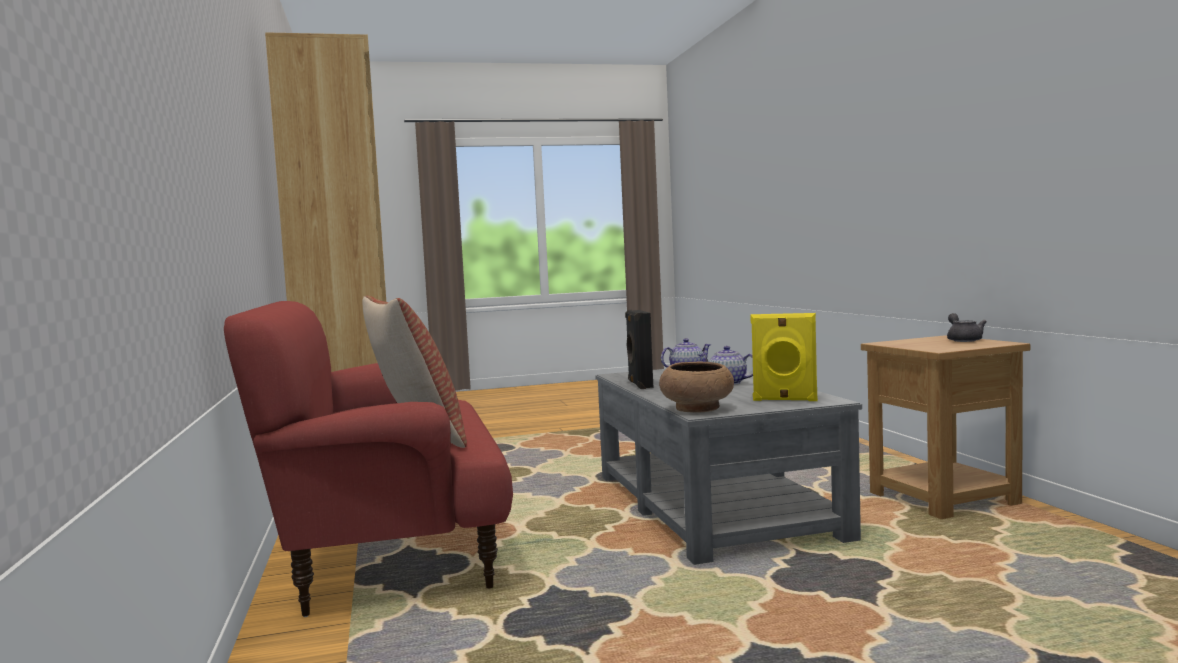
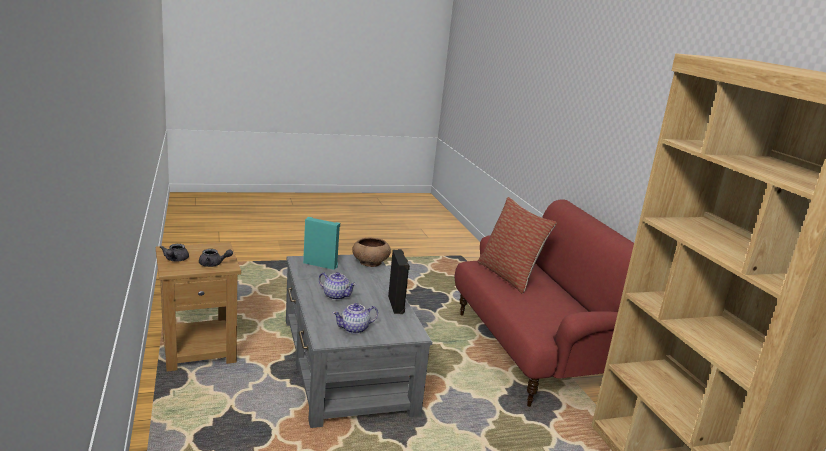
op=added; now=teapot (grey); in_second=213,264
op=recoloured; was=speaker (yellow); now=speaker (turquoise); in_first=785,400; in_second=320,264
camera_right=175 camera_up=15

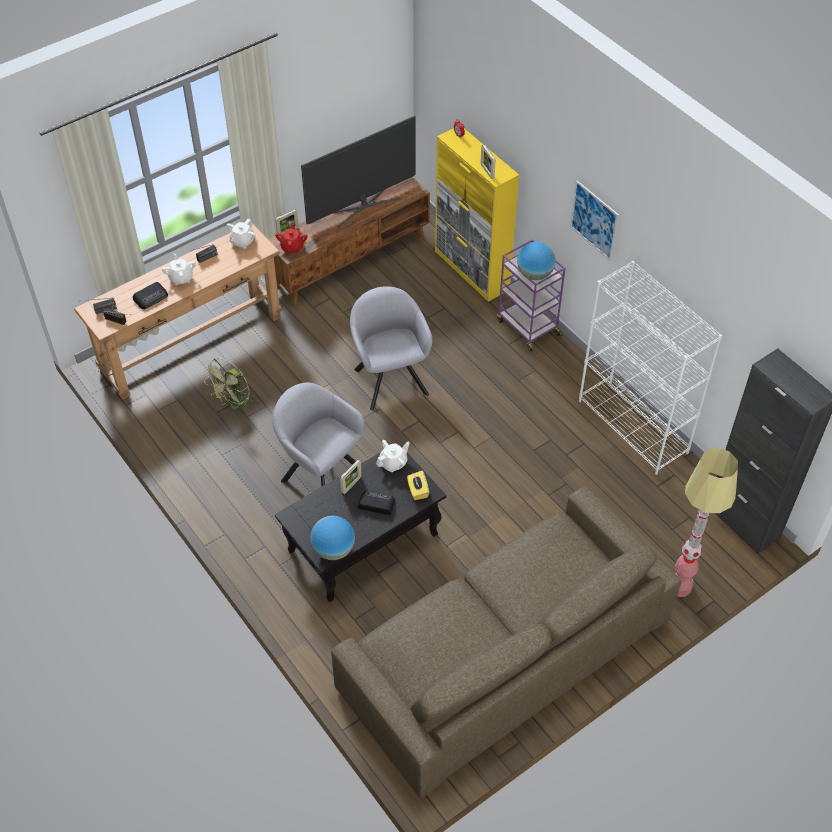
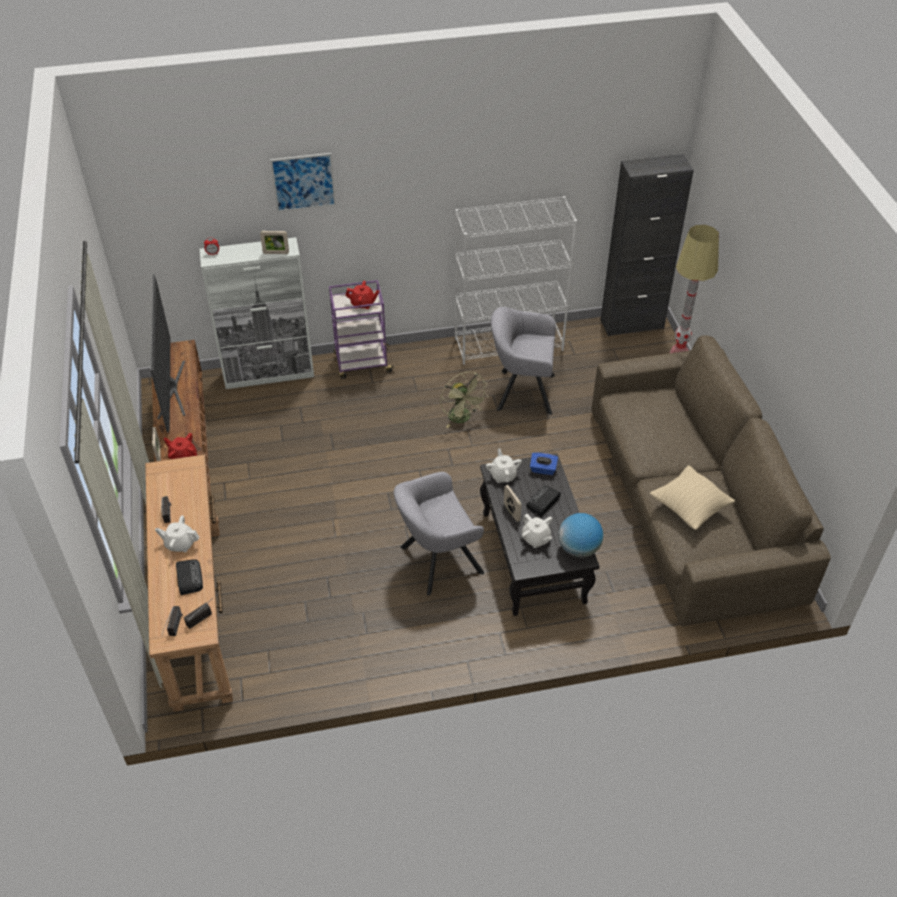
op=recoloured; was=cabinet (yellow); now=cabinet (white); in_first=472,270; in_second=269,373
op=moved; was=picture; in_first=594,220; in_second=303,182
op=replaced; was=globe; now=teapot (red); in_first=534,274; in_second=363,304
op=moved; was=fan (green); in_first=234,404; in_second=463,418
op=moved; was=armchair (grey); in_first=390,378; in_second=521,391
op=moved; was=teapot (white); in_first=242,242; in_second=536,539
op=recoloured; was=tissue box (yellow); now=tissue box (blue); in_first=417,491; in_second=543,469
op=added; now=pillow (beige); in_second=689,508
camera_right=-65 camera_up=-5

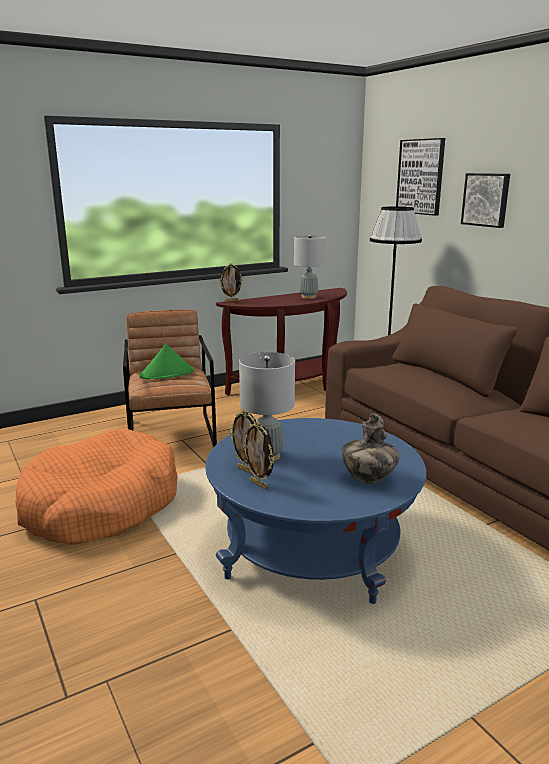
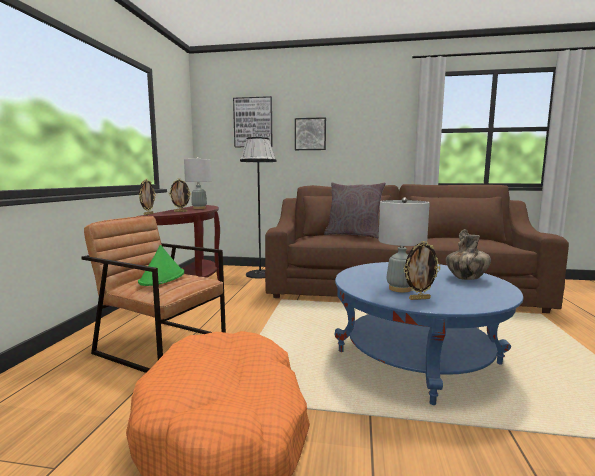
op=moved; was=picture frame; in_first=259,485; in_second=181,211
op=added; now=pillow (grey); in_second=353,235
camera_right=-50 camera_up=-10

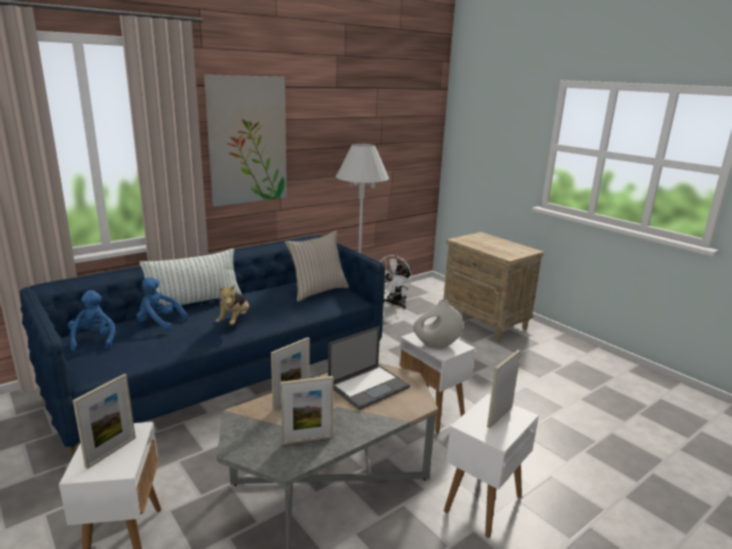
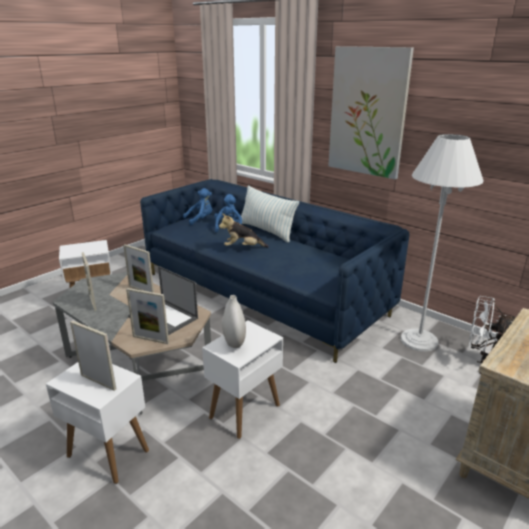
op=moved; was=picture frame; in_first=111,452; in_second=150,339
op=removed; was=pillow (beige); in_first=317,291
camera_right=80 camera_up=5

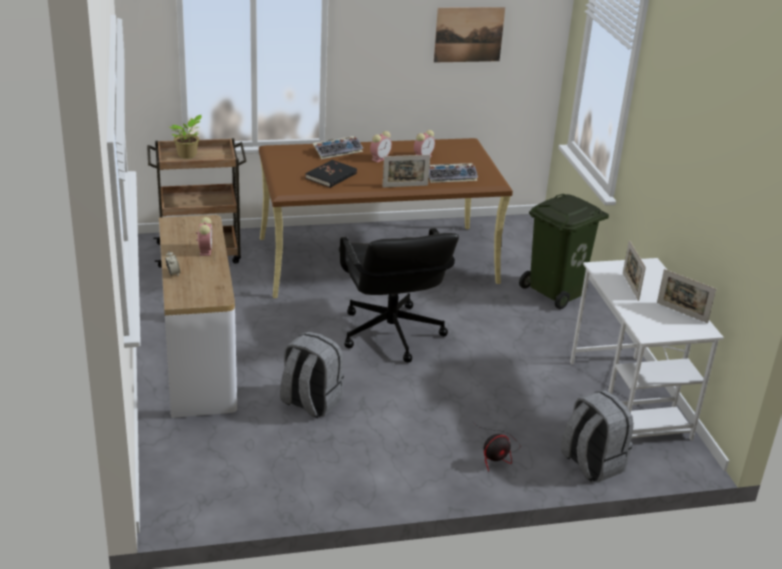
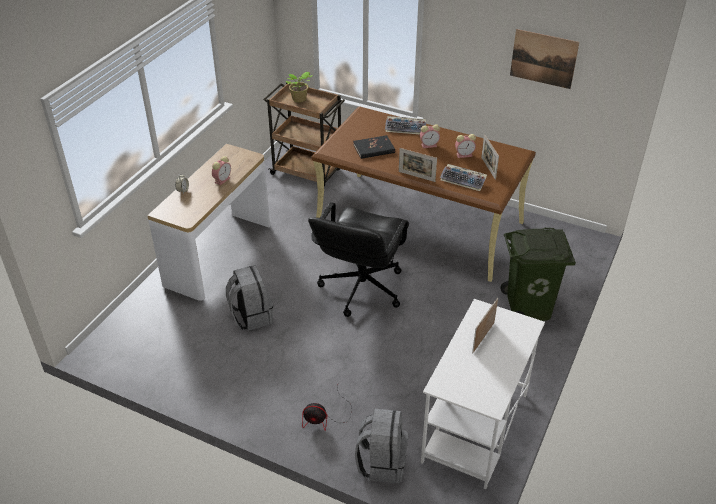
op=moved; was=picture frame; in_first=682,312; in_second=488,168
camera_right=40 camera_up=10

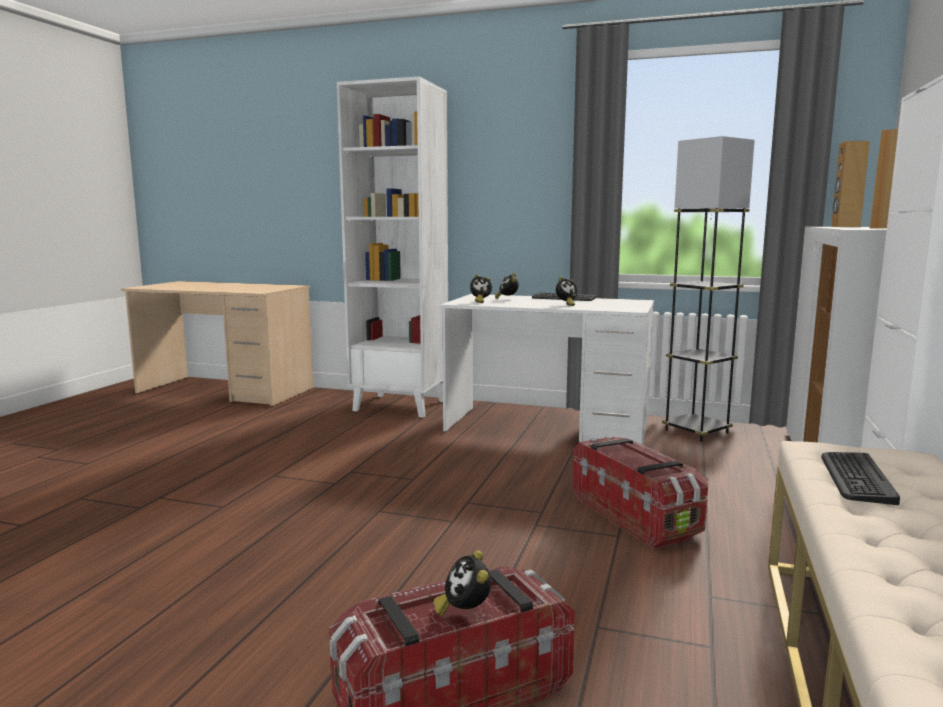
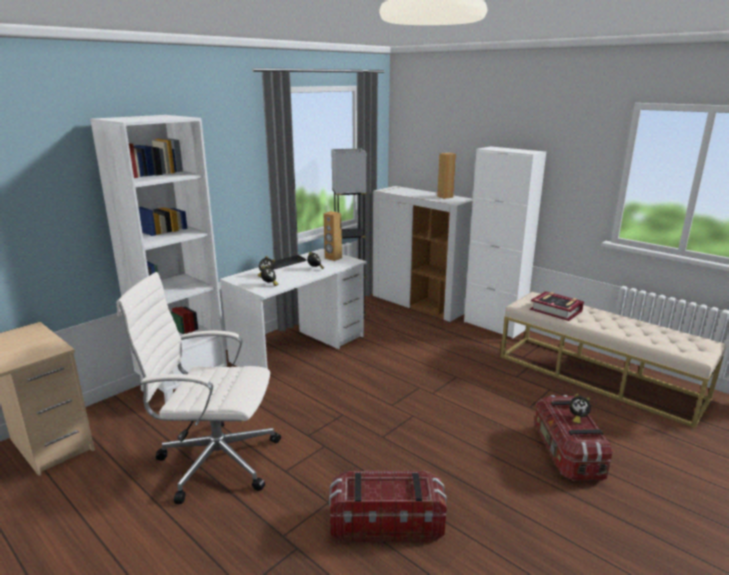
op=added; now=office chair (white); in_second=215,460
op=moved; was=speaker (brown); in_first=845,227; in_second=333,258
op=moved; was=storage box; in_first=636,516; in_second=386,523
op=replaced; was=keyboard; now=book; in_first=856,478; in_second=556,310
camera_right=-65 camera_up=10

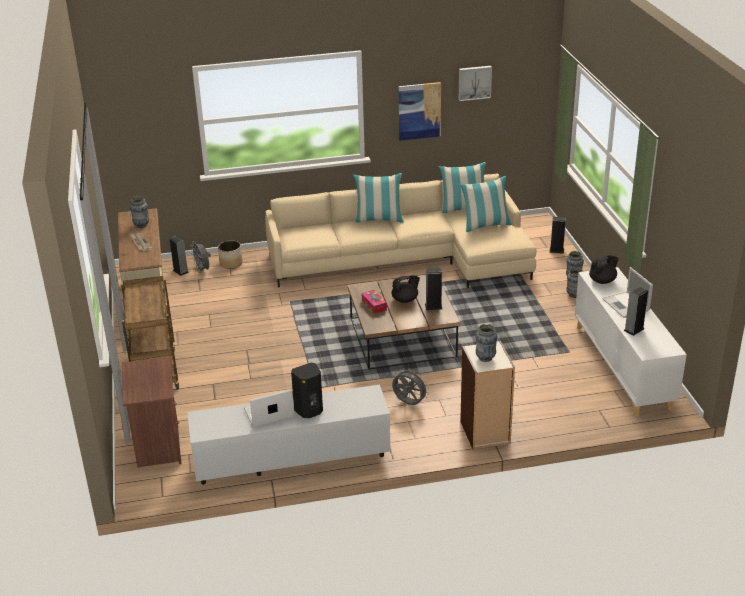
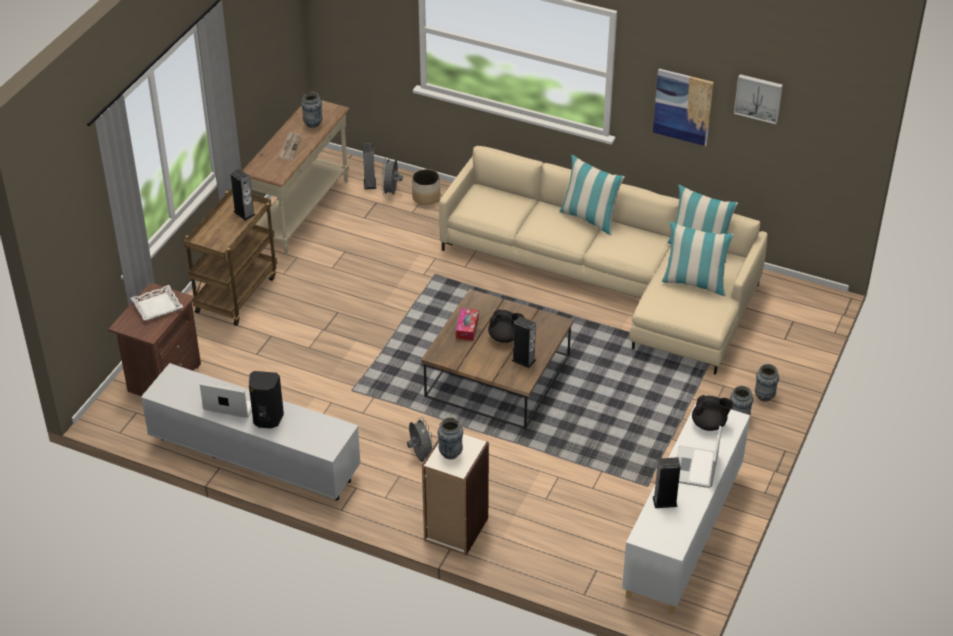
op=added; now=tray (white); in_second=157,306
op=moved; was=speaker; in_first=556,250; in_second=244,213
camera_right=35 camera_up=10

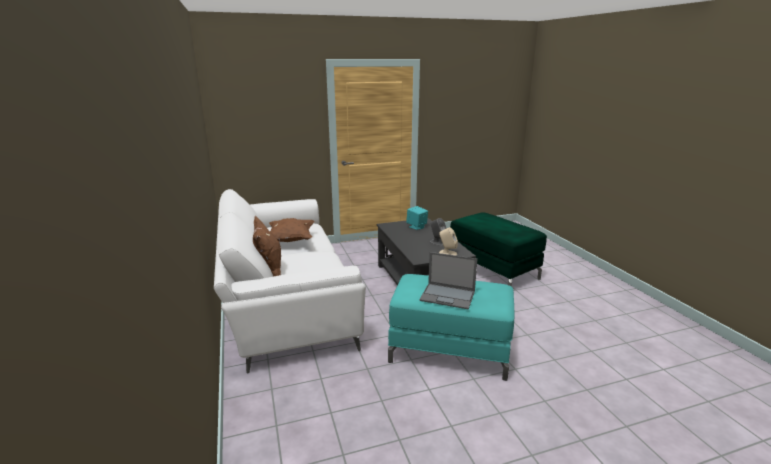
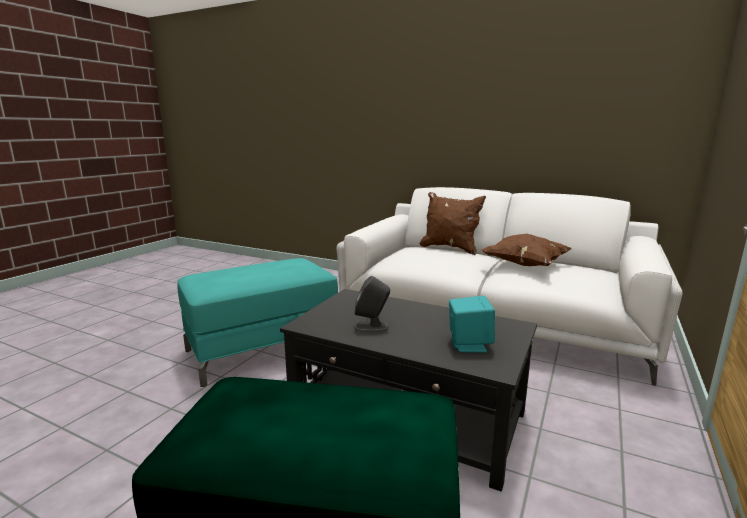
op=removed; was=laptop; in_first=448,296
op=removed; was=speaker (beige); in_first=447,253
camera_right=135 camera_up=-5

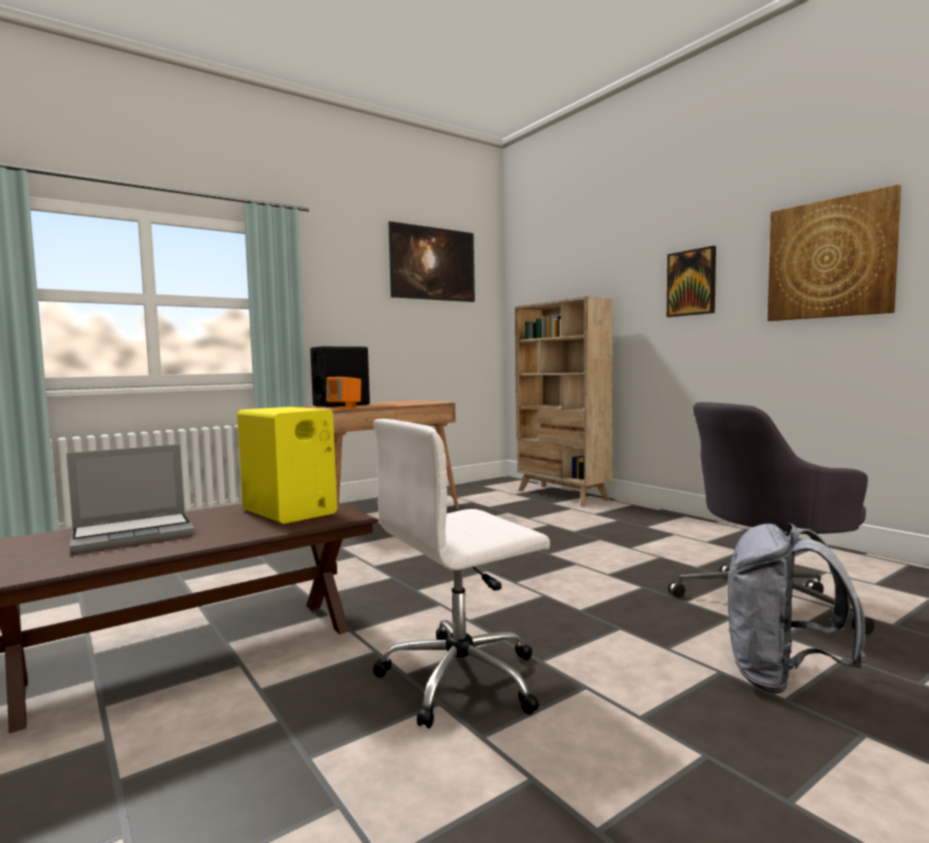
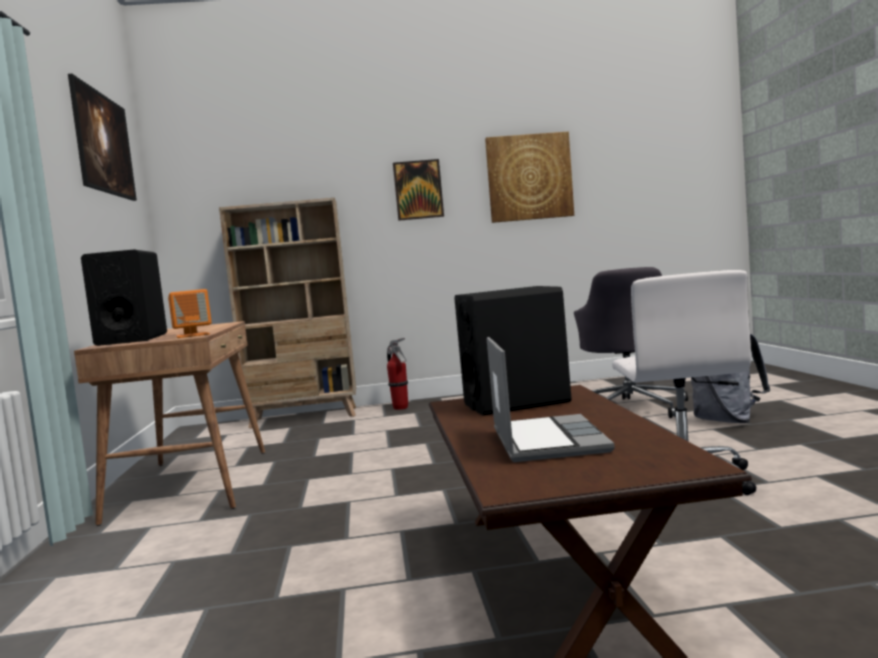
op=added; now=fire extinguisher; in_second=401,408
op=recoloured; was=speaker (yellow); now=speaker (black); in_first=289,511; in_second=517,403
camera_right=-60 camera_up=0

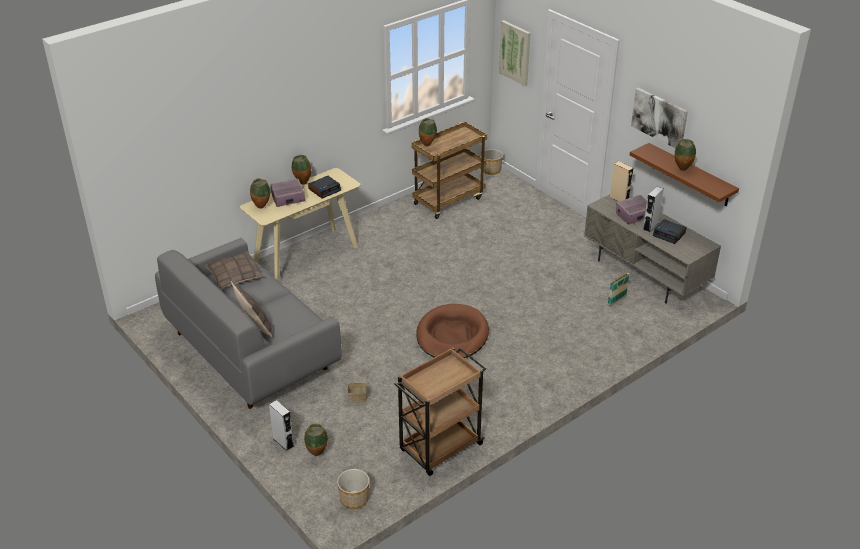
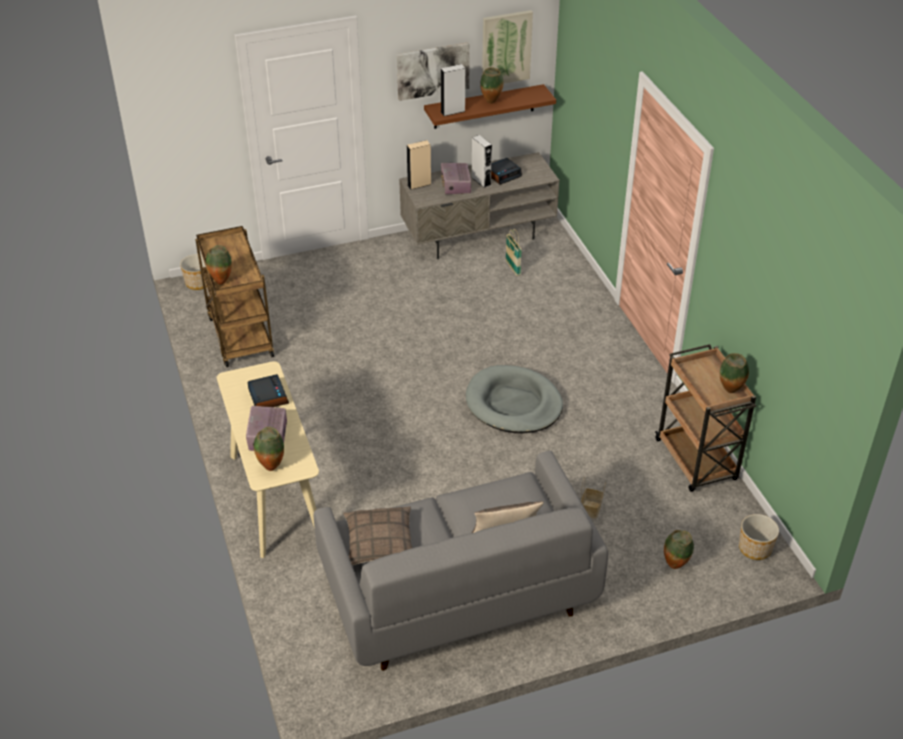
op=moved; was=speaker (grey); in_first=283,442; in_second=453,111
op=recoloured; was=dog bed (brown); now=dog bed (grey); in_first=452,335; in_second=513,403
op=moved; was=picture; in_first=515,52; in_second=506,48
op=moved; was=vase; in_first=302,183; in_second=730,392
camera_right=-70 camera_up=5

